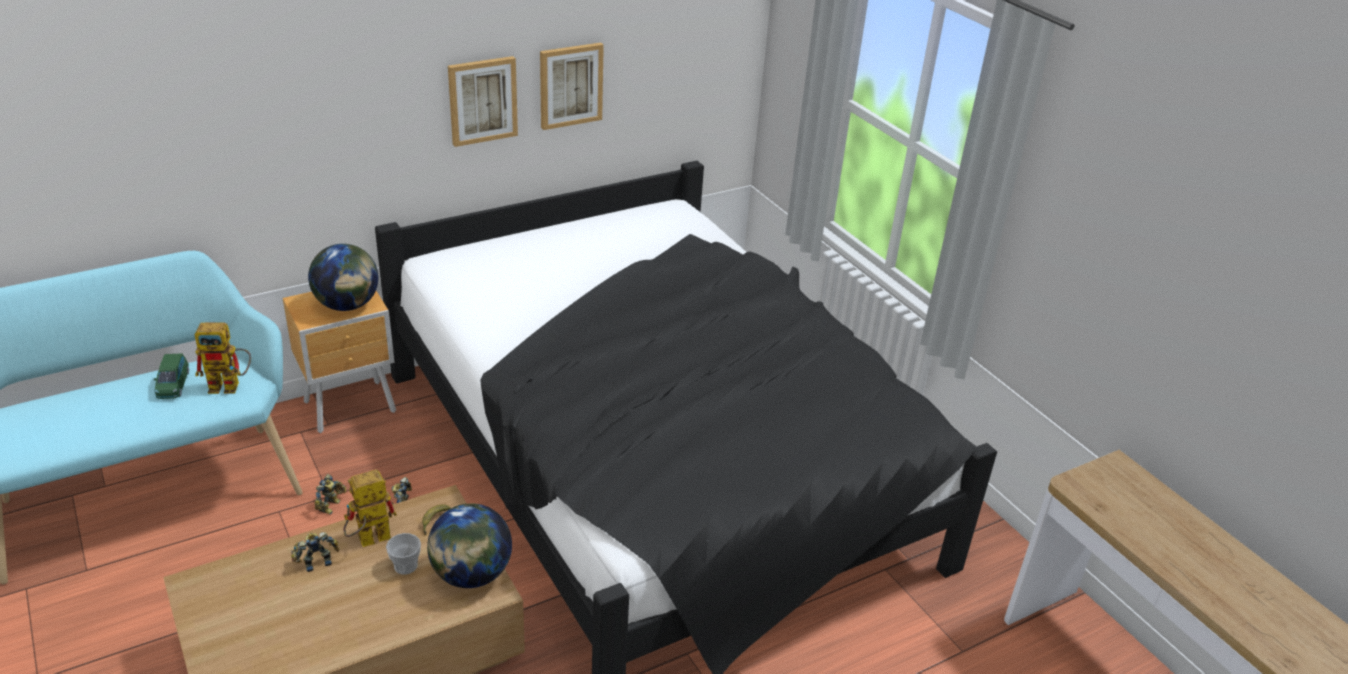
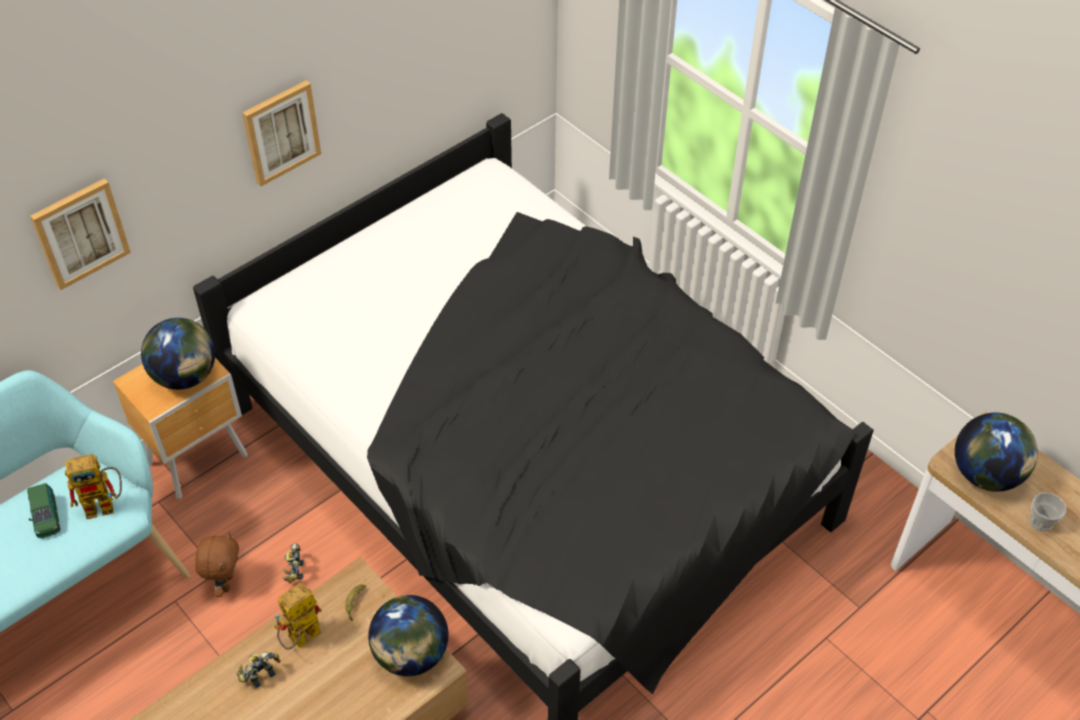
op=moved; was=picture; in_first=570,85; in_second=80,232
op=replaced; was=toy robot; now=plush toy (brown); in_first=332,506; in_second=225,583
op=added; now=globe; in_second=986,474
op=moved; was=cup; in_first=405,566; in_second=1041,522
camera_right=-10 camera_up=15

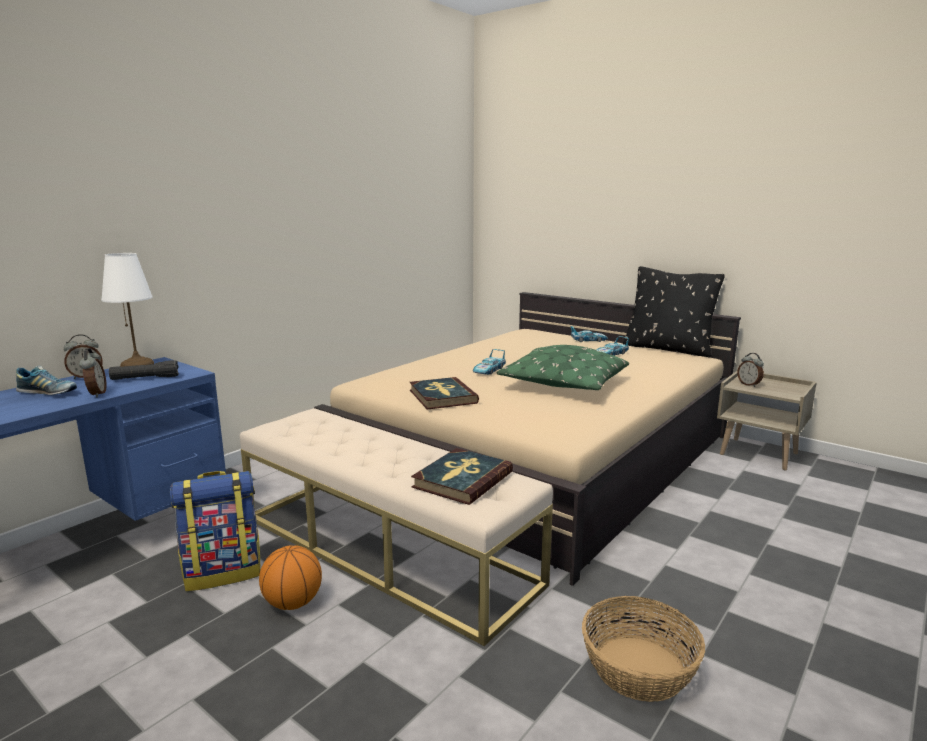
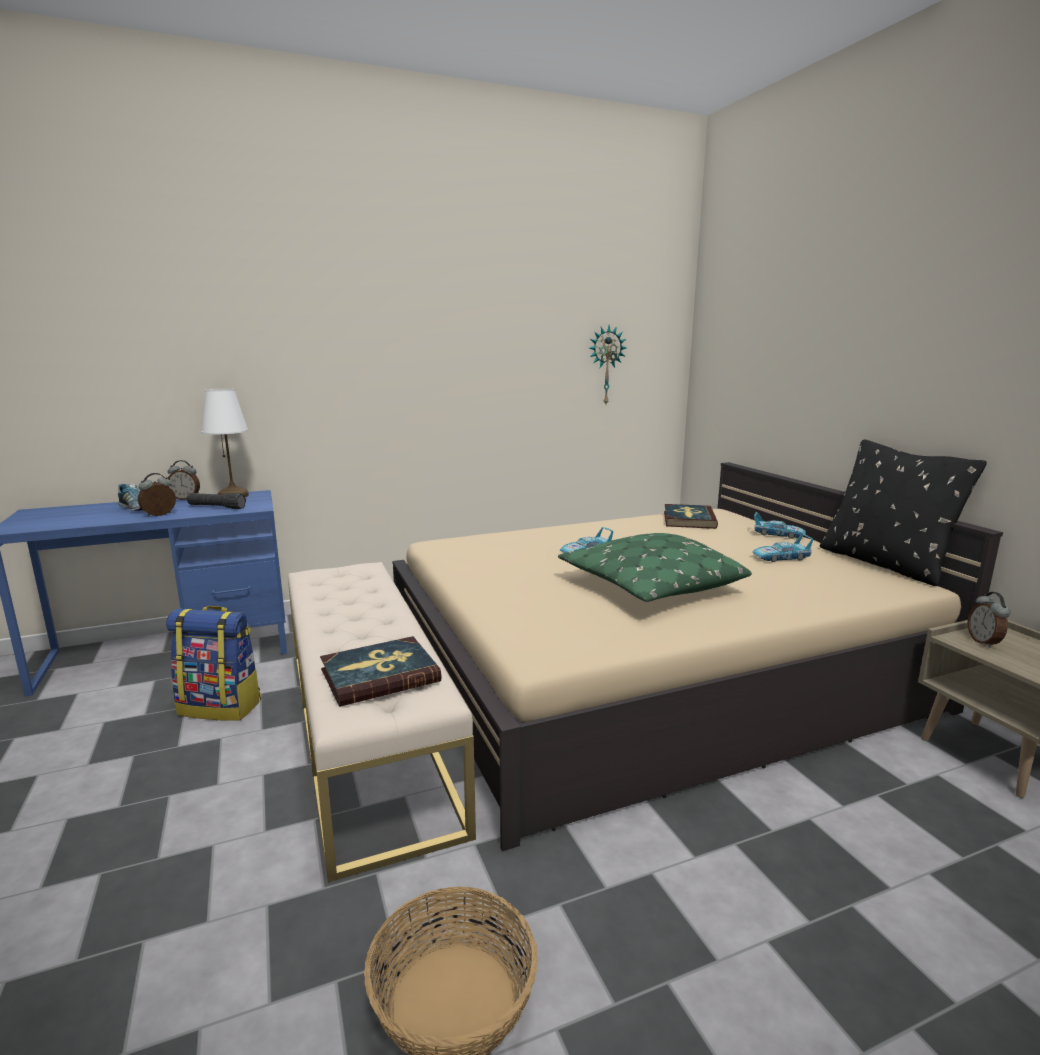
op=turned; was=alarm clock; in_first=96,394; in_second=160,515; clockwise=-150
op=added; now=wall clock; in_second=605,365
op=moved; was=book; in_first=442,396; in_second=688,519
op=removed; was=basketball; in_first=293,603
camera_right=30 camera_up=0

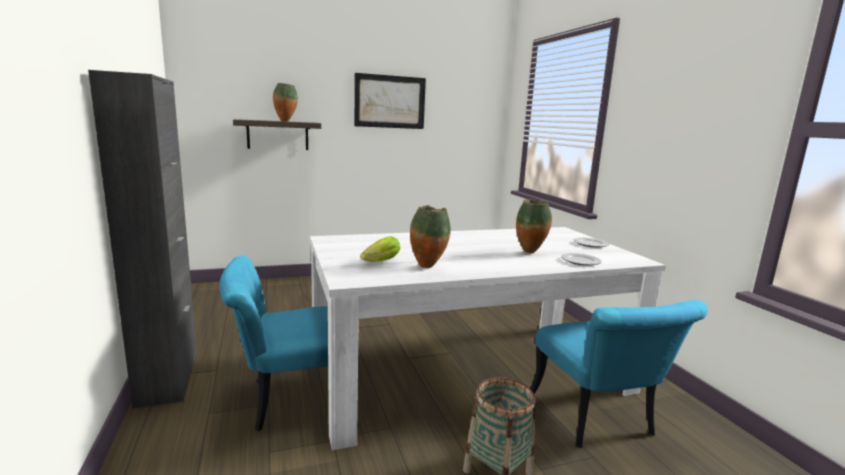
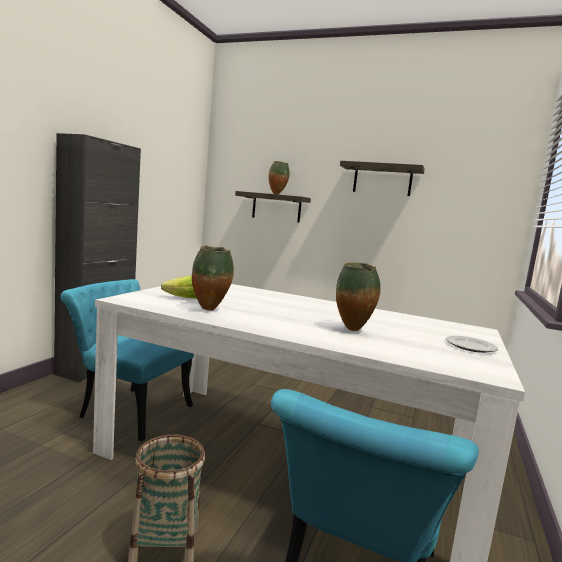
op=replaced; was=picture; now=shelf; in_first=389,102; in_second=382,180
op=removed; was=plate; in_first=580,261
camera_right=40 camera_up=-5

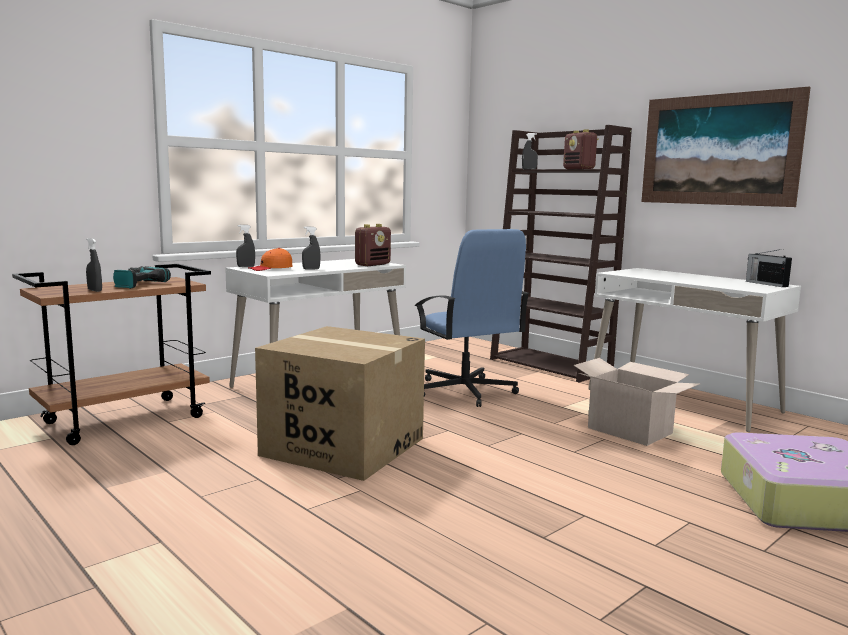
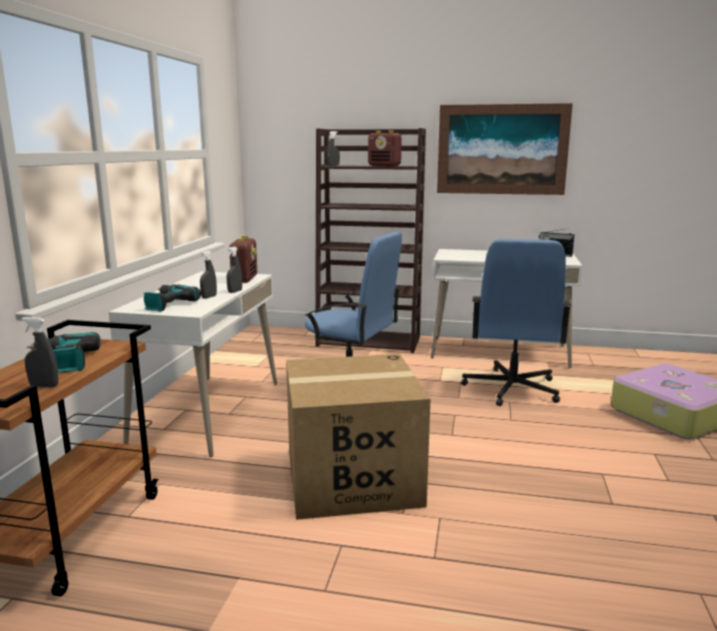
op=replaced; was=cap (orange); now=power drill; in_first=271,268; in_second=167,304
op=moved; was=spray bottle (grey); in_first=246,267; in_second=235,291
op=replaced; was=cardboard box; now=office chair (blue); in_first=629,430; in_second=511,389
camera_right=-35 camera_up=5

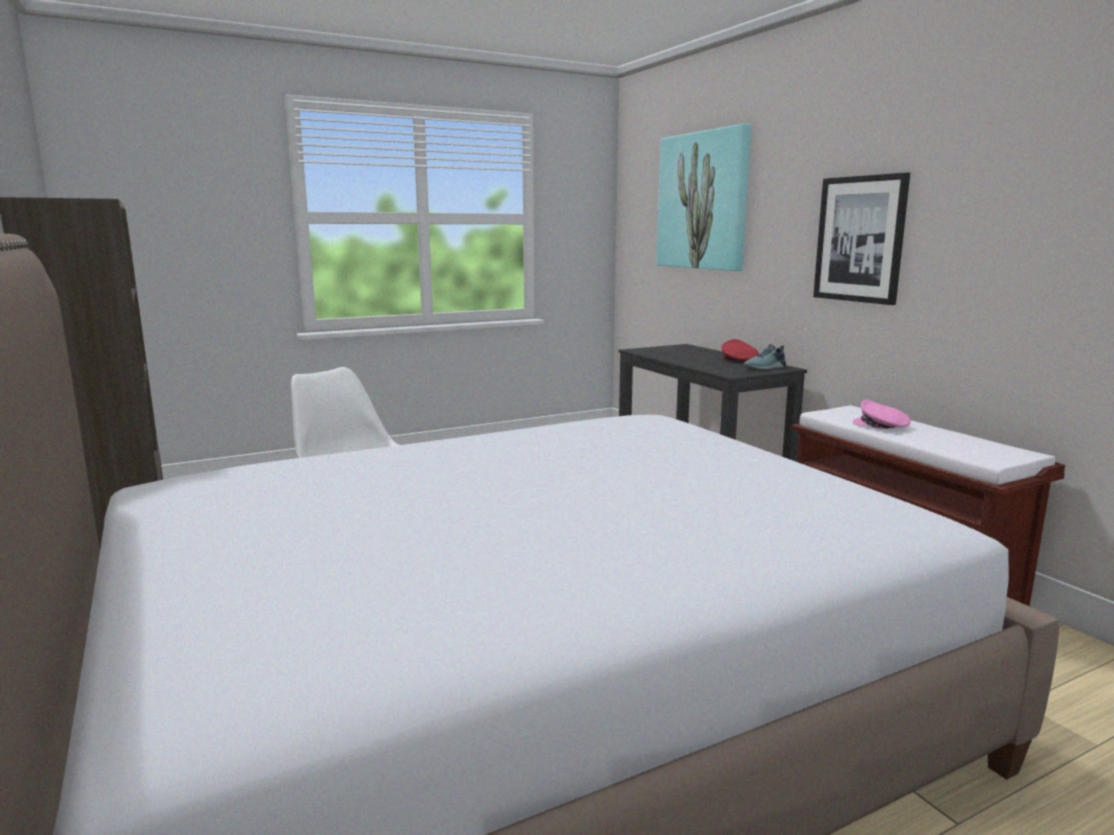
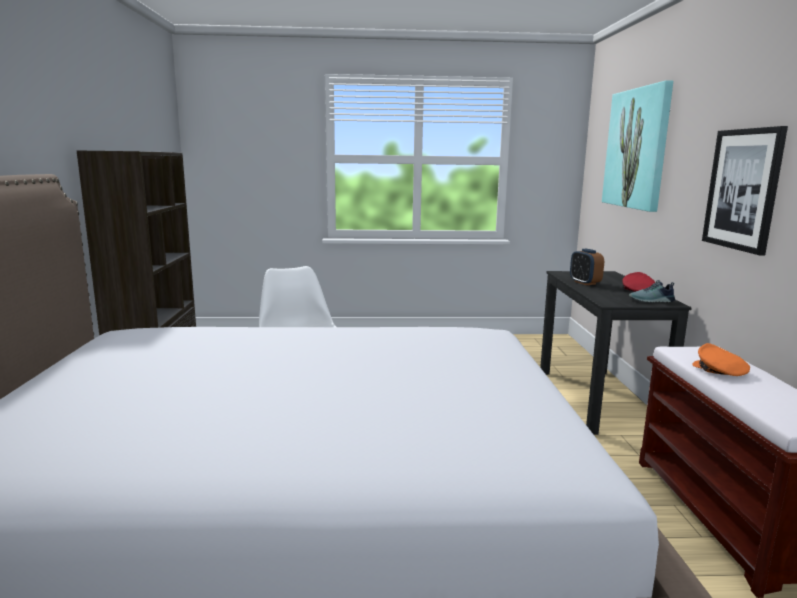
op=added; now=alarm clock; in_second=584,283
op=recoloured; was=cap (pink); now=cap (orange); in_first=881,426; in_second=718,371
camera_right=25 camera_up=0

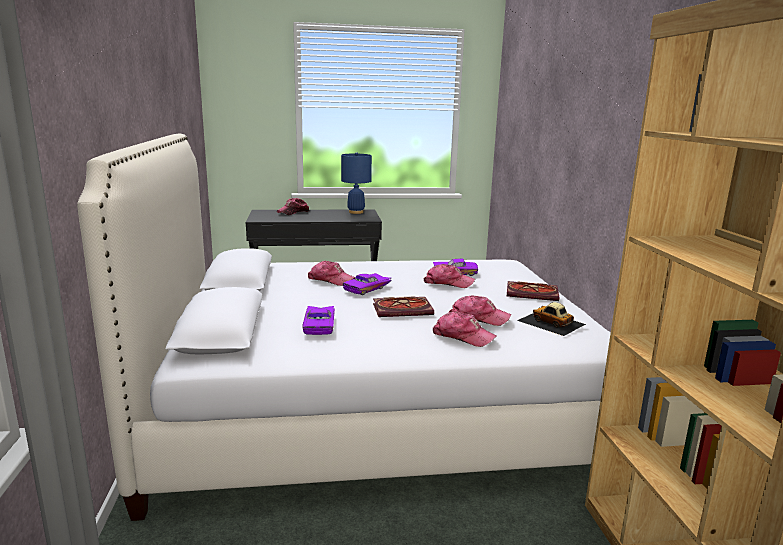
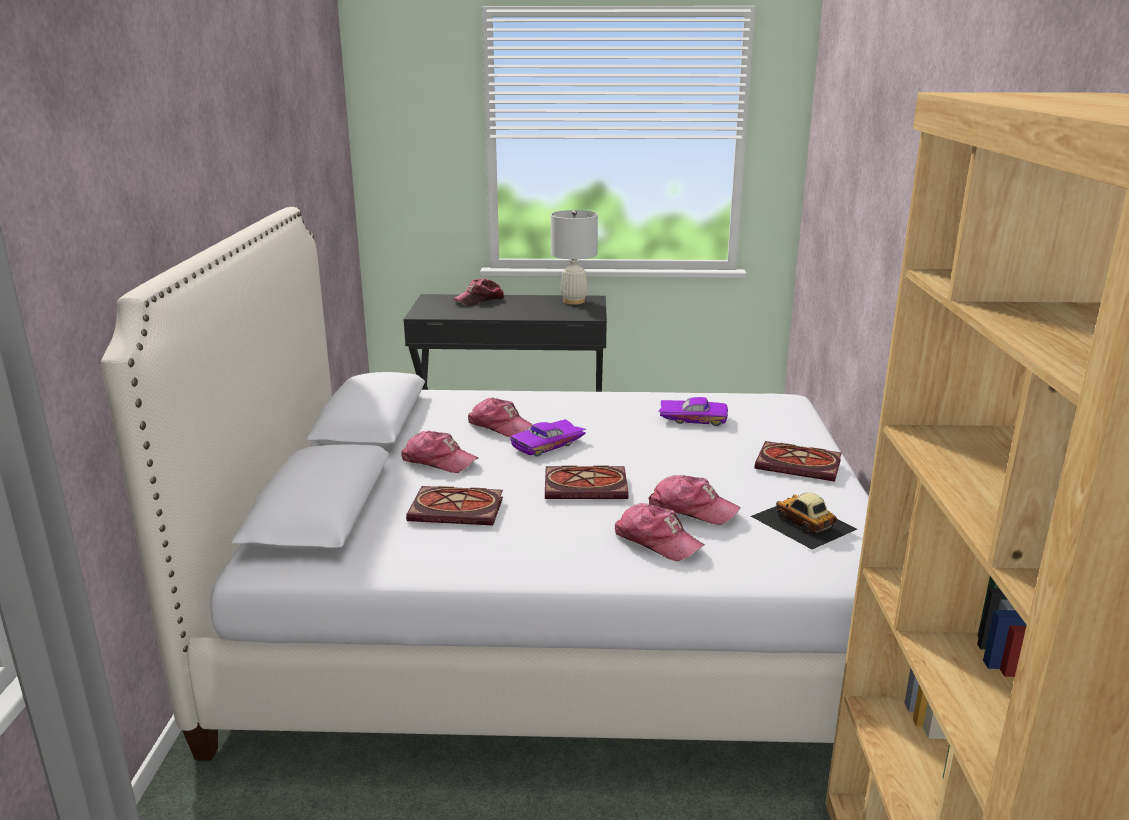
op=moved; was=cap; in_first=448,283; in_second=438,461
op=replaced; was=toy car (purple); now=book; in_first=321,325; in_second=459,509
op=recoloured; was=table lamp (blue); now=table lamp (white); in_first=356,212; in_second=574,301
camera_right=10 camera_up=5

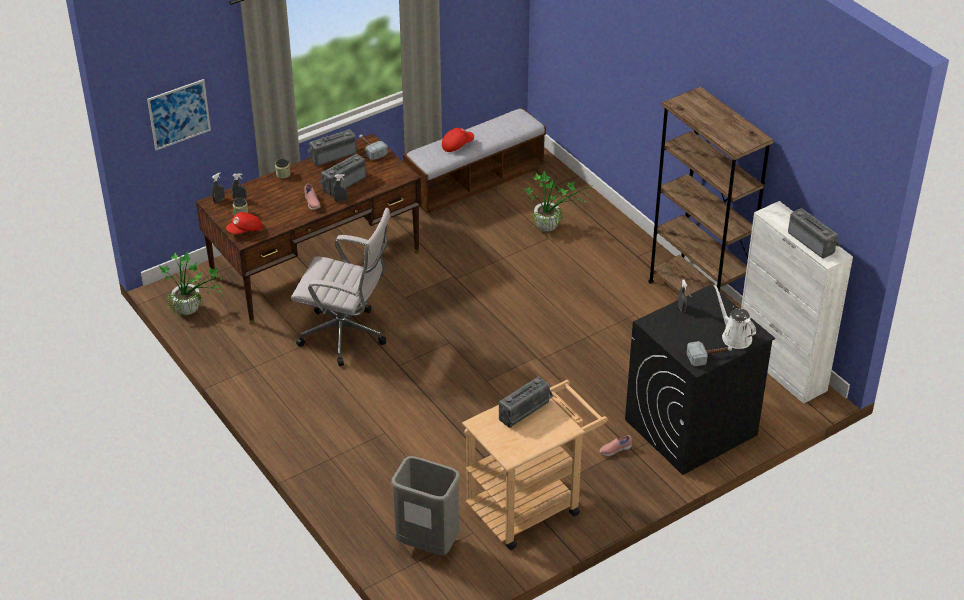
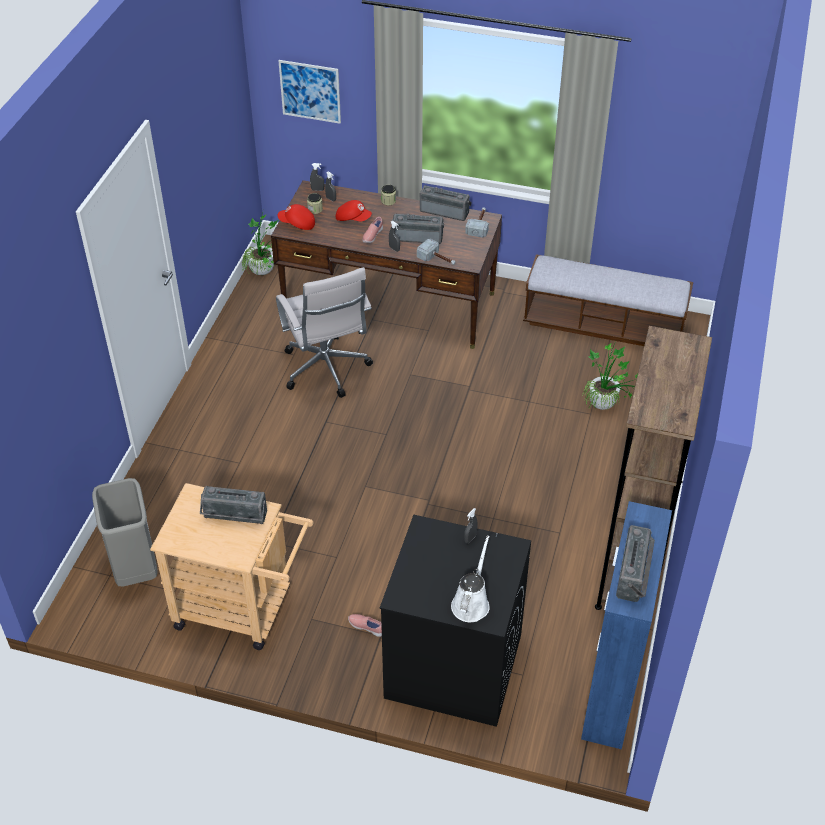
op=moved; was=cap (red); in_first=457,145; in_second=353,218
op=moved; was=hammer; in_first=709,356; in_second=437,259
op=recoloured; was=cabinet (white); now=cabinet (blue); in_first=781,368; in_second=611,690
camera_right=50 camera_up=5

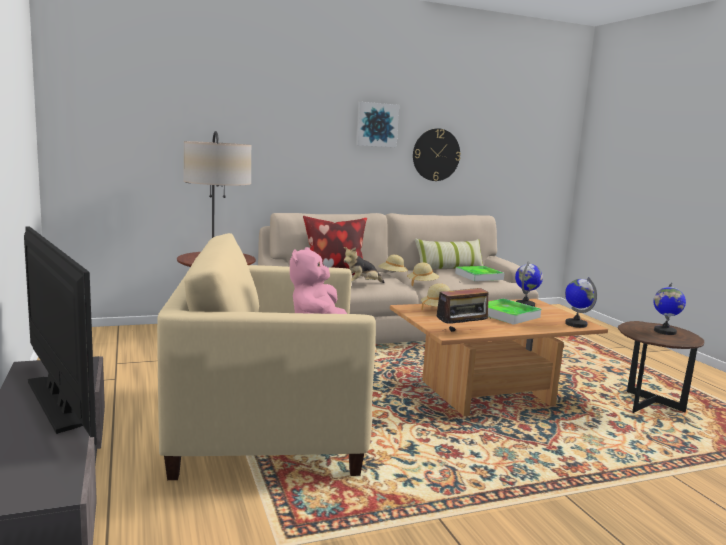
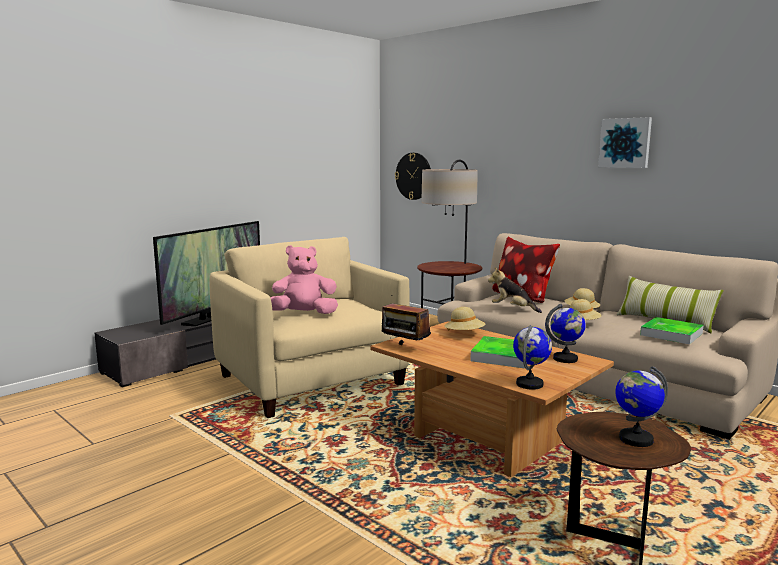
op=moved; was=wall clock; in_first=436,154; in_second=413,176
camera_right=65 camera_up=0

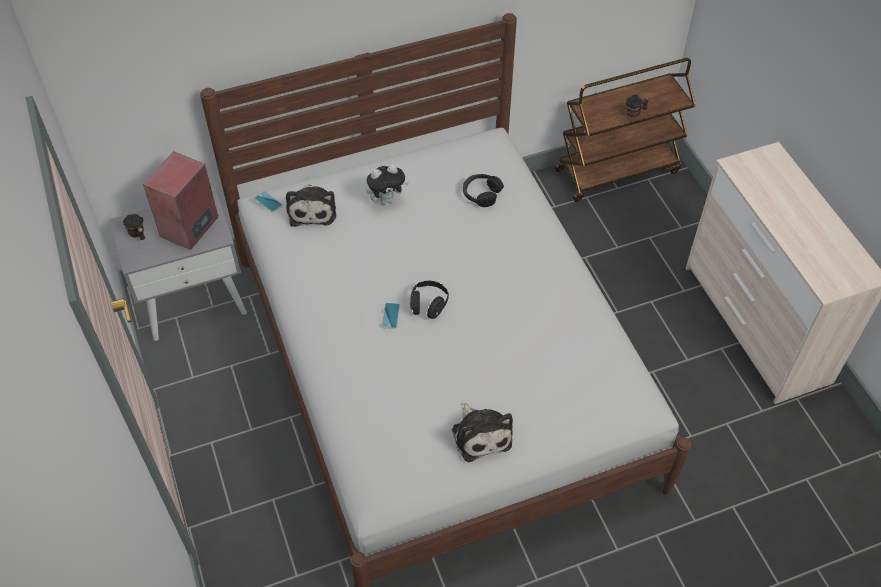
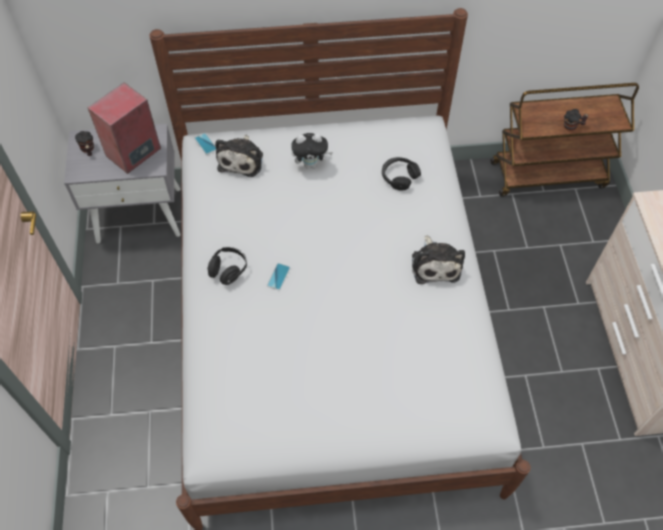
op=moved; was=headphones (black); in_first=429,305; in_second=228,270
op=moved; was=plush toy; in_first=480,434; in_second=435,264
camera_right=15 camera_up=5

